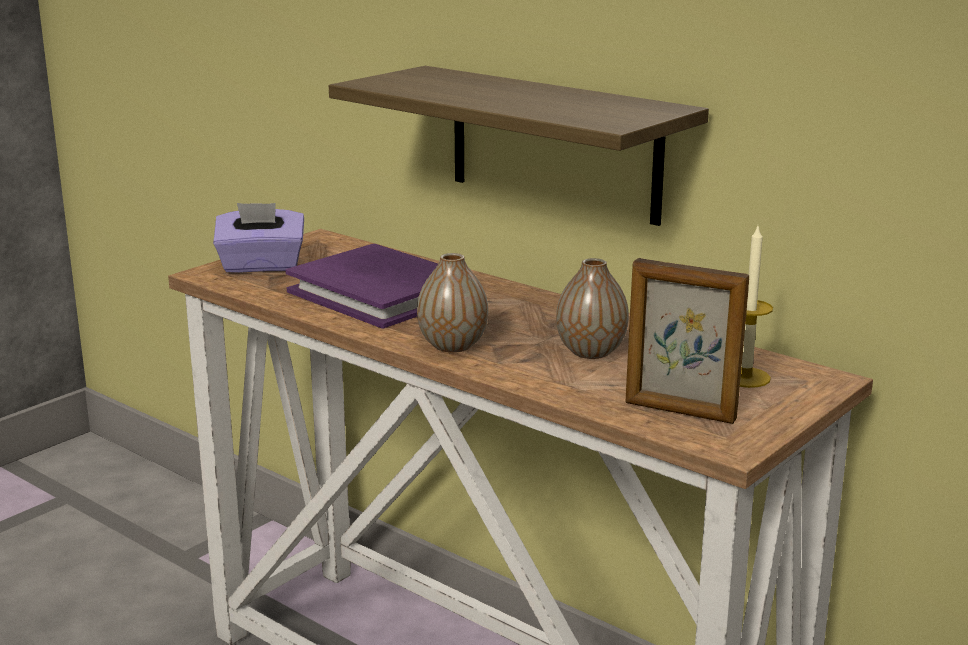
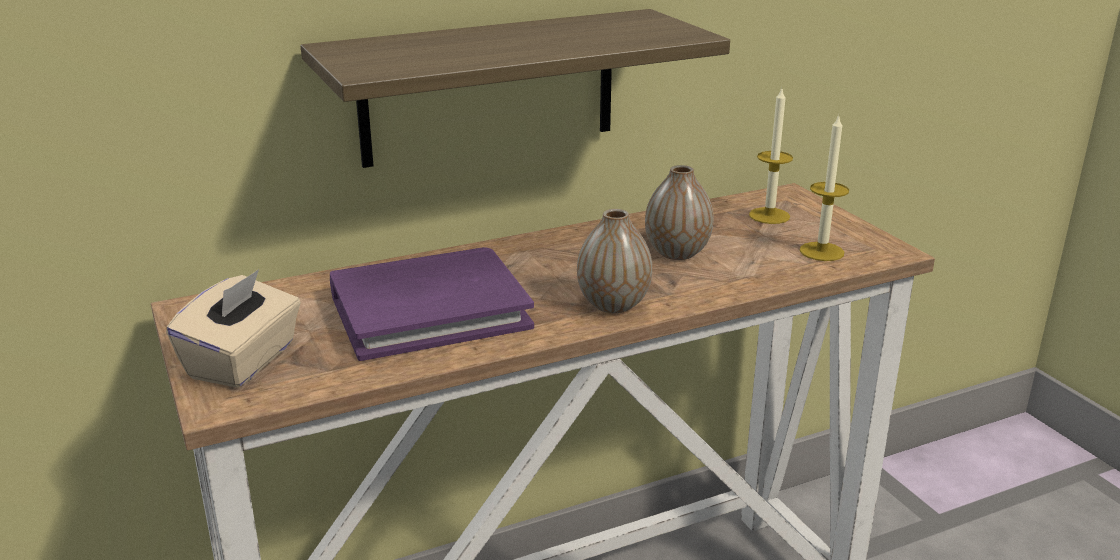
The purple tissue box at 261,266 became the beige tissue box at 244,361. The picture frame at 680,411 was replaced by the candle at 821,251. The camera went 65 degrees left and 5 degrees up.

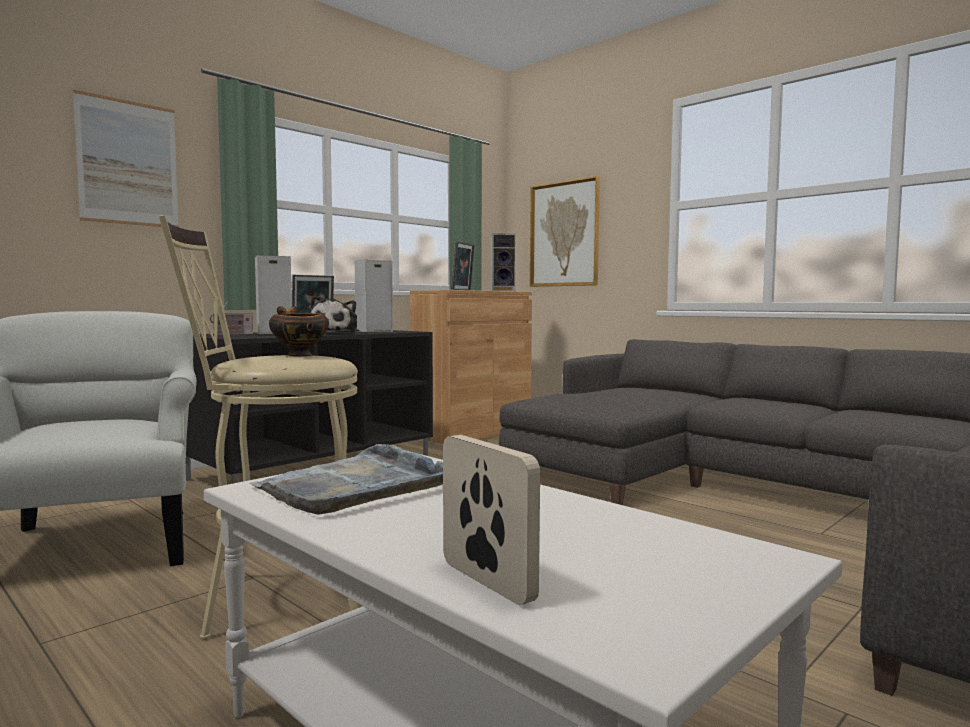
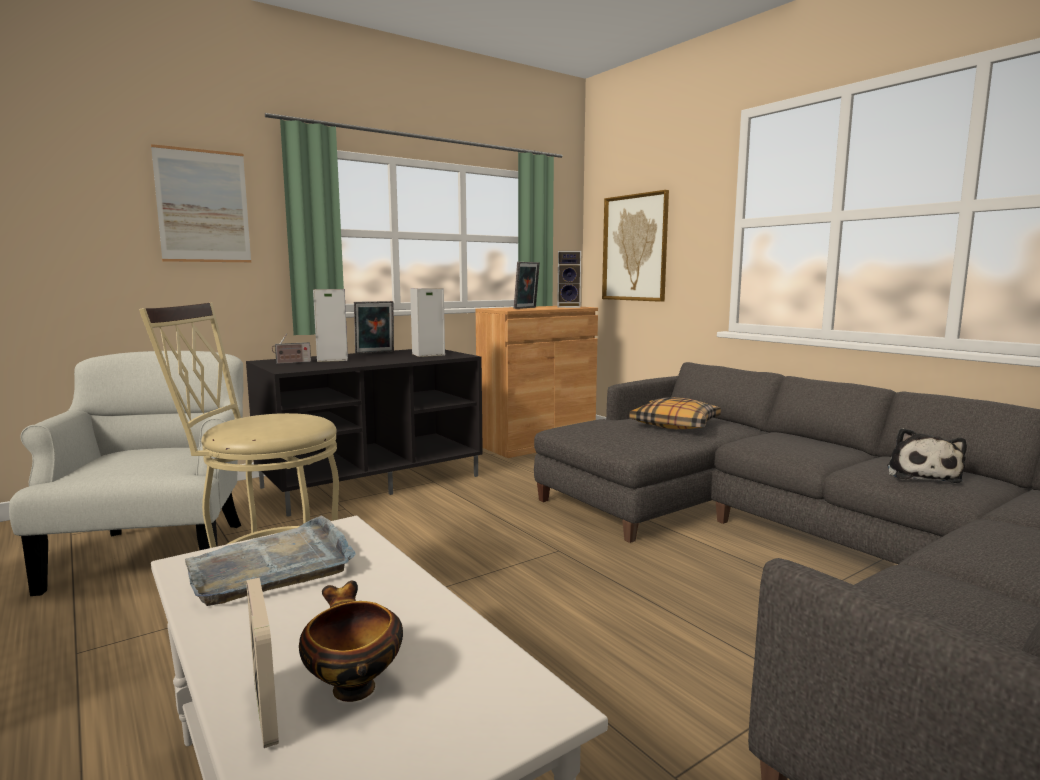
The bowl moved from 298,355 to 352,686. The pillow at 674,425 appeared. The plush toy moved from 336,333 to 922,475. The camera went 10 degrees right and 5 degrees up.

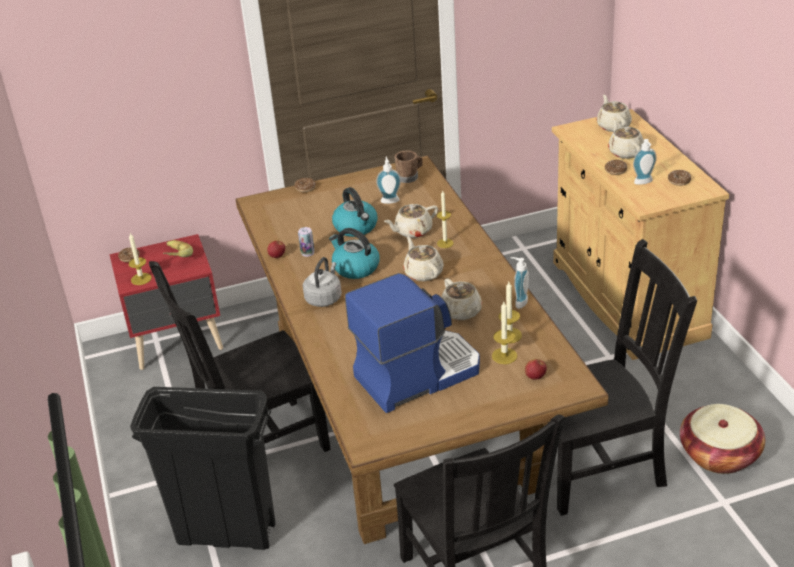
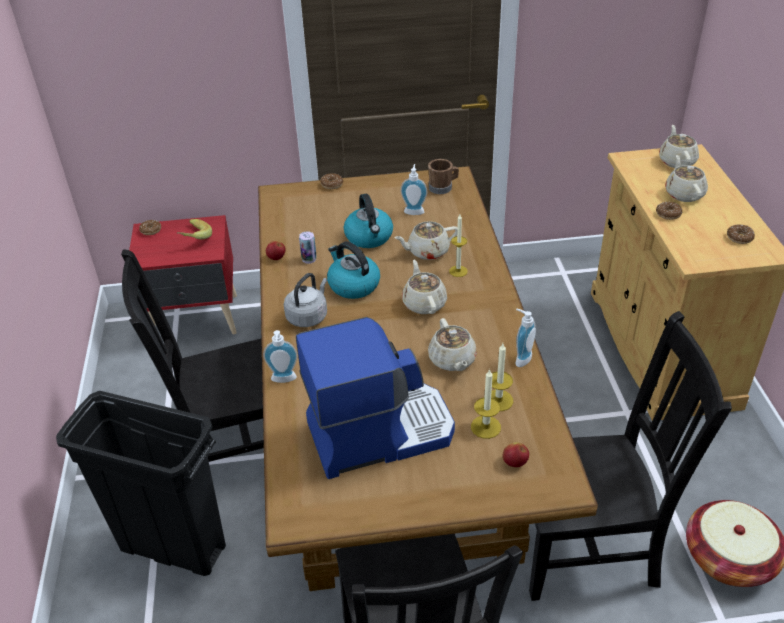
The soap dispenser moved from 644,182 to 283,380. The candle at 141,279 disappeared. The camera went 10 degrees right and 5 degrees up.

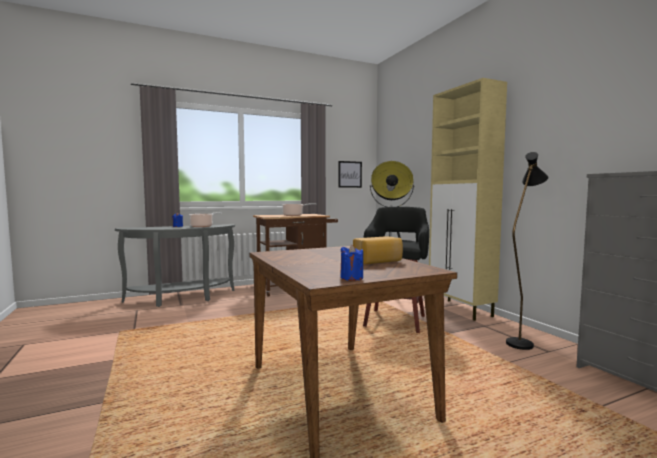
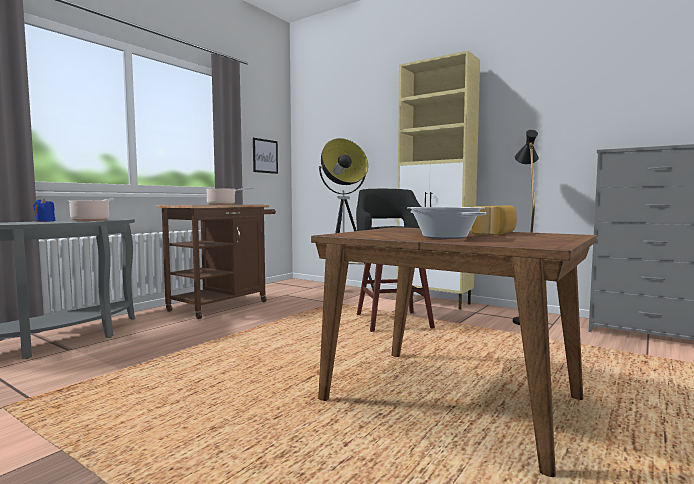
The cooking pot at 444,237 appeared. The blue candle at 351,278 disappeared. The camera went 30 degrees left and 0 degrees up.

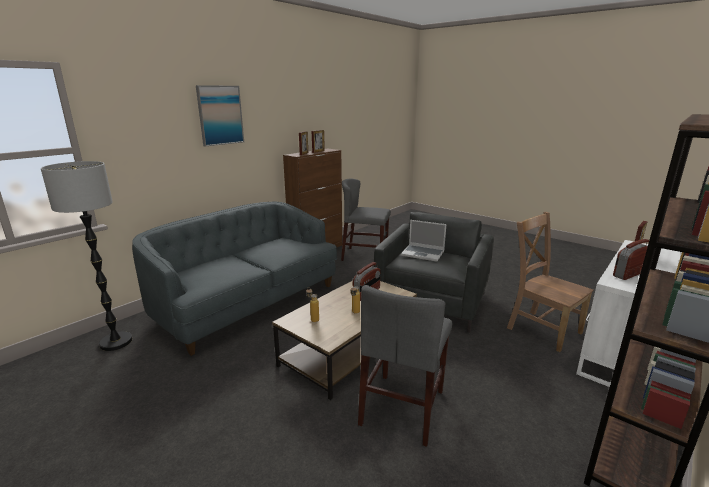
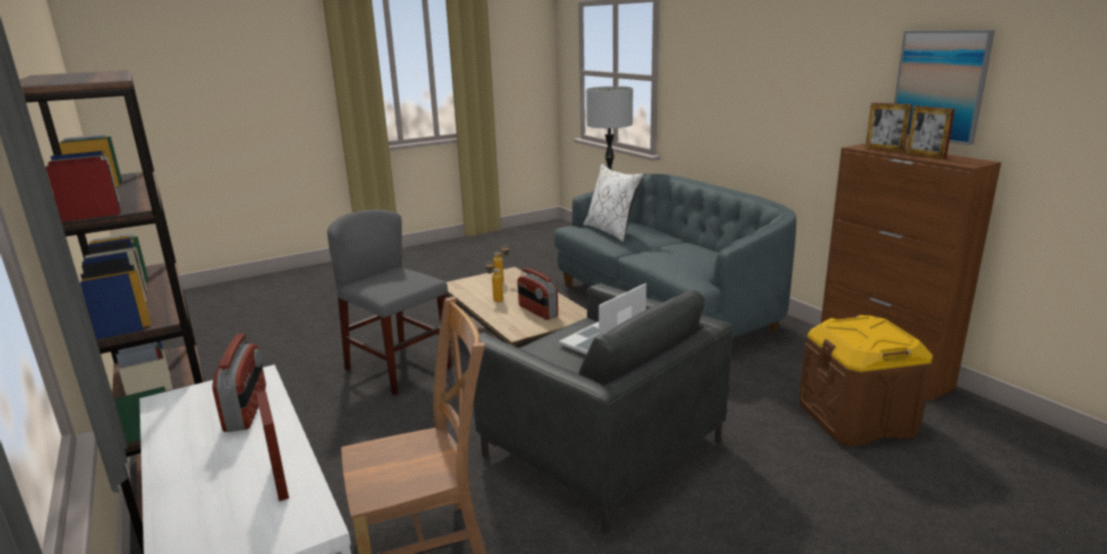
The white pillow at 612,231 appeared. The grey chair at 365,256 was replaced by the brown storage box at 857,418. The picture moved from 220,115 to 940,86. The camera went 110 degrees right and 0 degrees up.

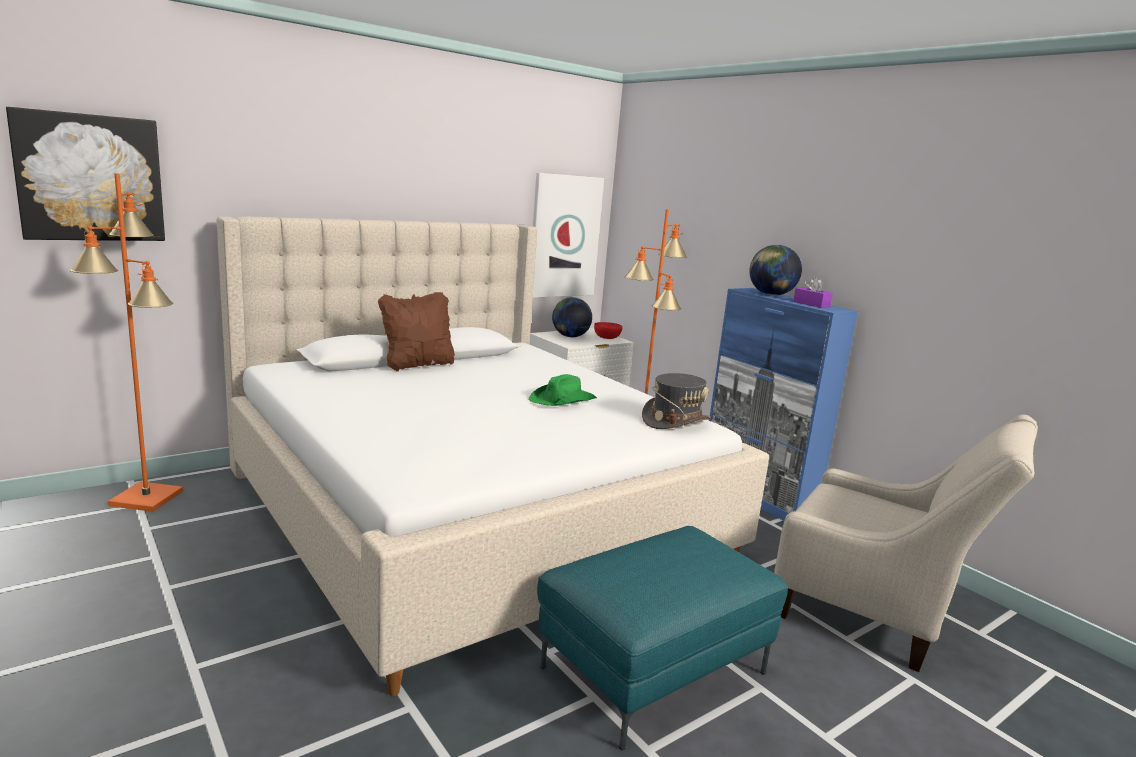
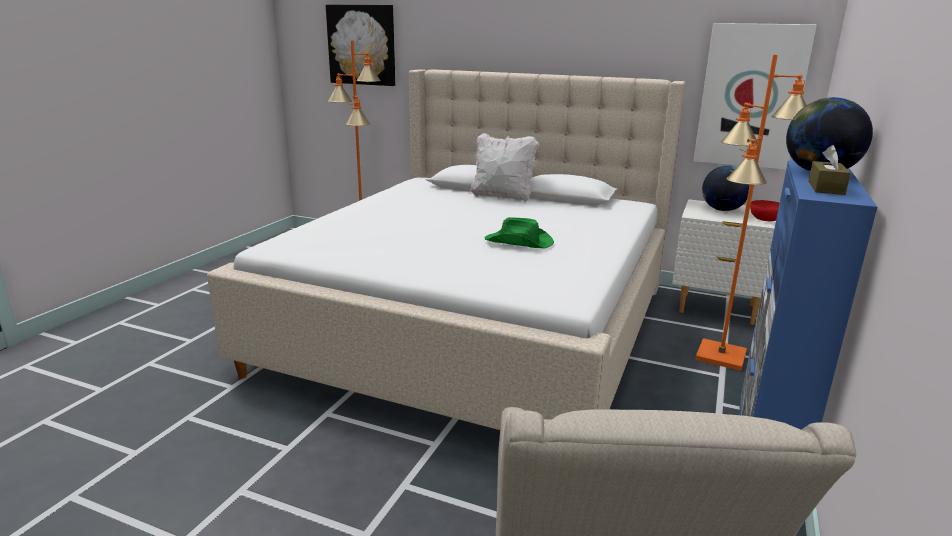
The brown pillow at 417,365 became the white pillow at 502,197. The purple tissue box at 811,304 became the brown tissue box at 826,188. The turquoise ottoman at 653,668 disappeared. The grey hat at 675,421 disappeared. The camera went 60 degrees right and 5 degrees up.

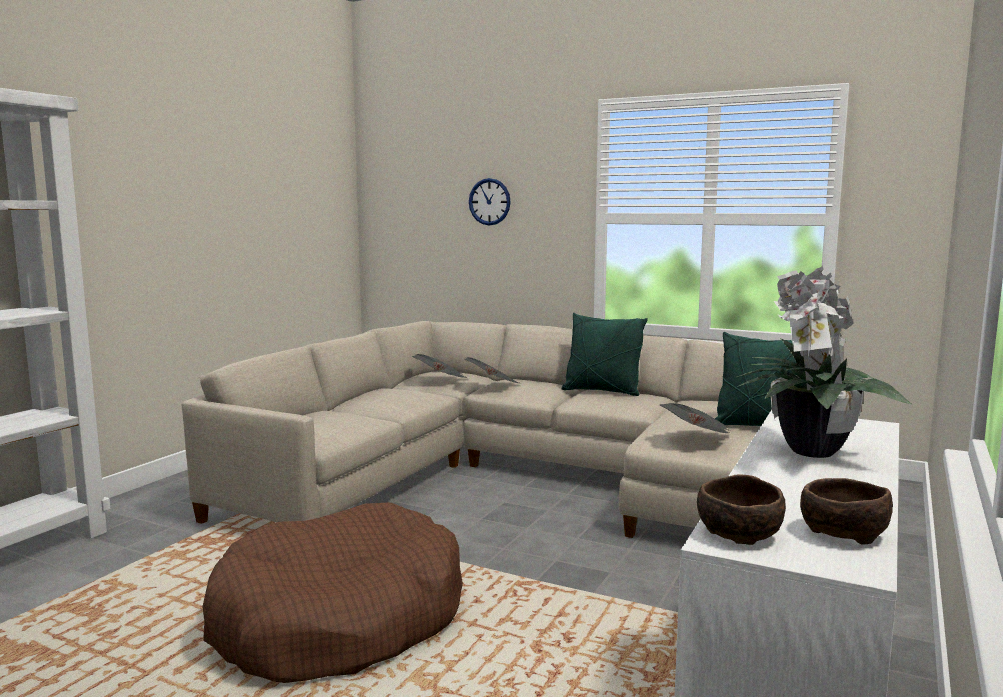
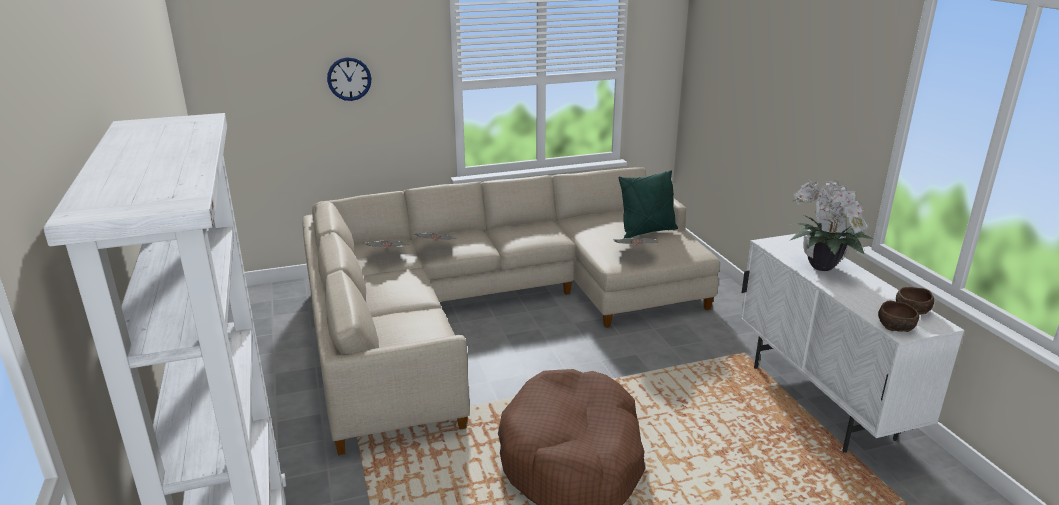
The green pillow at 602,391 disappeared. The camera went 45 degrees left and 15 degrees up.

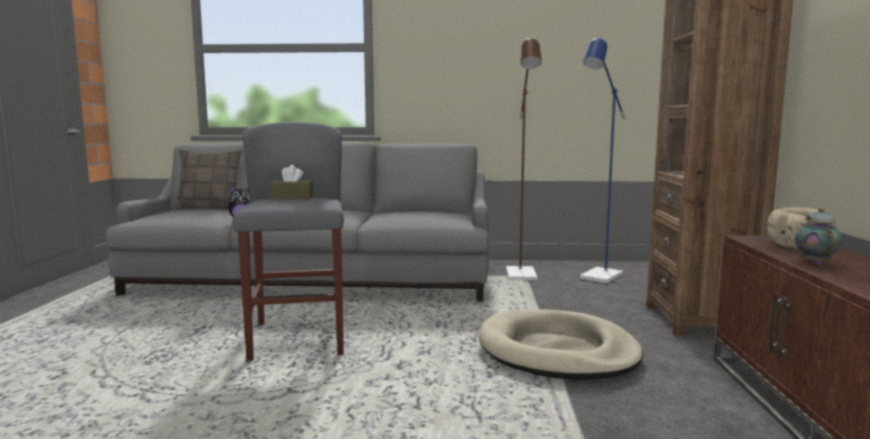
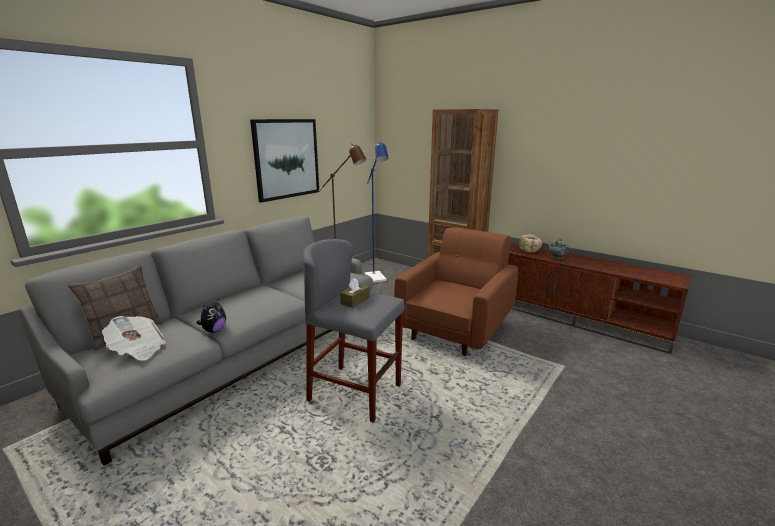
The newspaper at 137,349 appeared. The picture at 286,159 appeared. The beige dog bed at 557,351 was replaced by the brown armchair at 456,328. The camera went 55 degrees left and 10 degrees up.

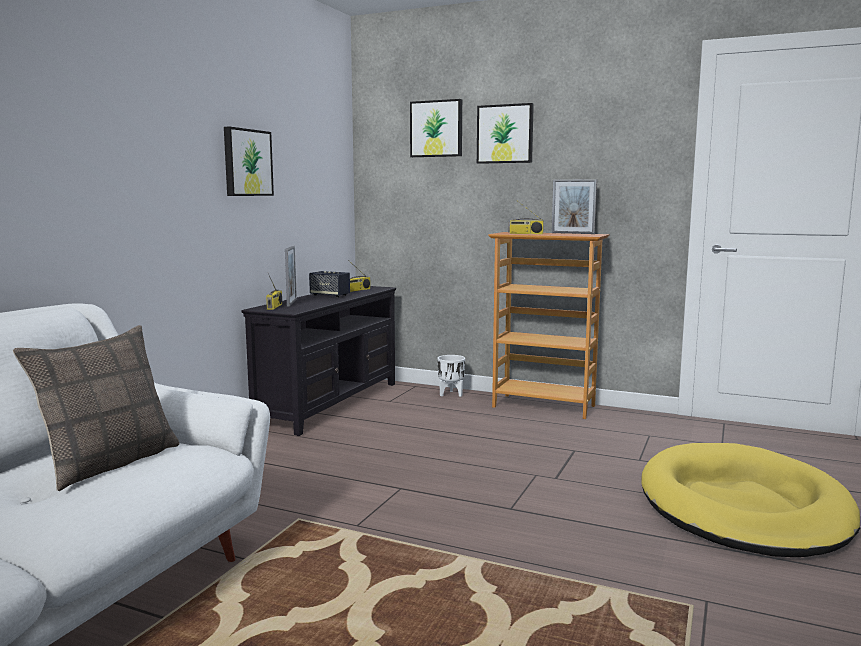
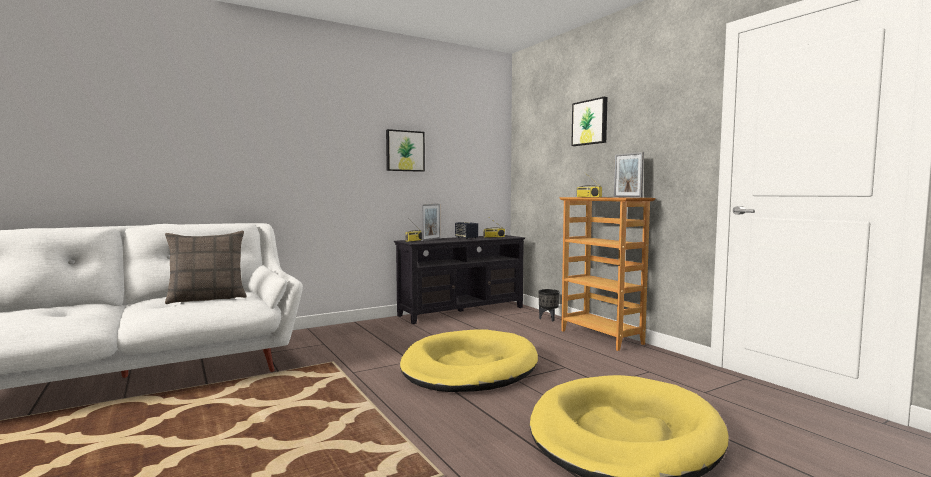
The yellow dog bed at 469,367 appeared. The white planter at 451,394 became the black planter at 548,319. The picture at 436,129 disappeared. The camera went 35 degrees right and 5 degrees down.

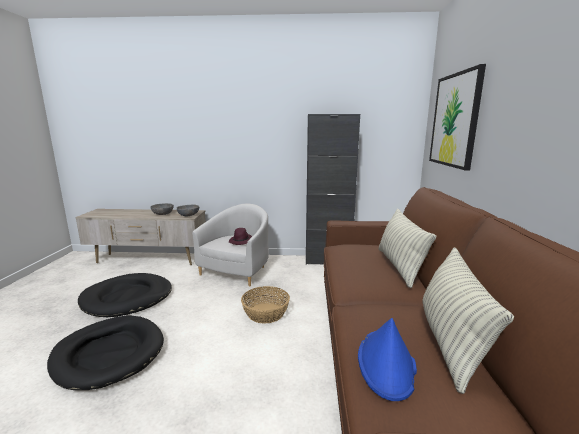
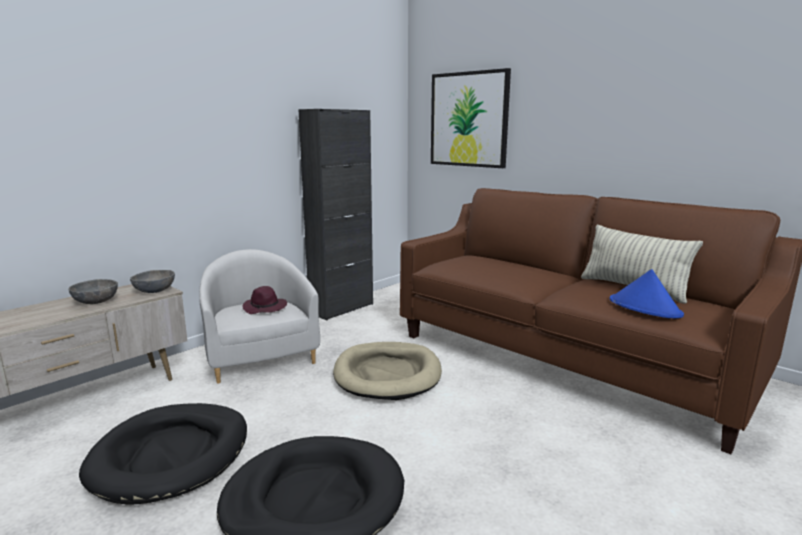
The basket at 266,313 was replaced by the beige dog bed at 387,374. The pillow at 399,266 disappeared. The camera went 50 degrees left and 0 degrees up.

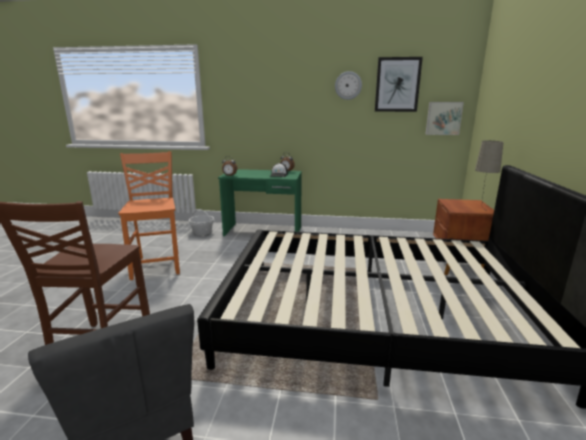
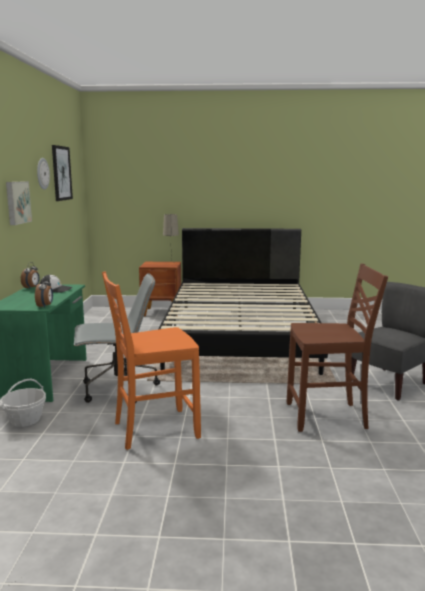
The picture moved from 443,118 to 17,202. The grey office chair at 117,389 appeared. The camera went 95 degrees left and 5 degrees down.

